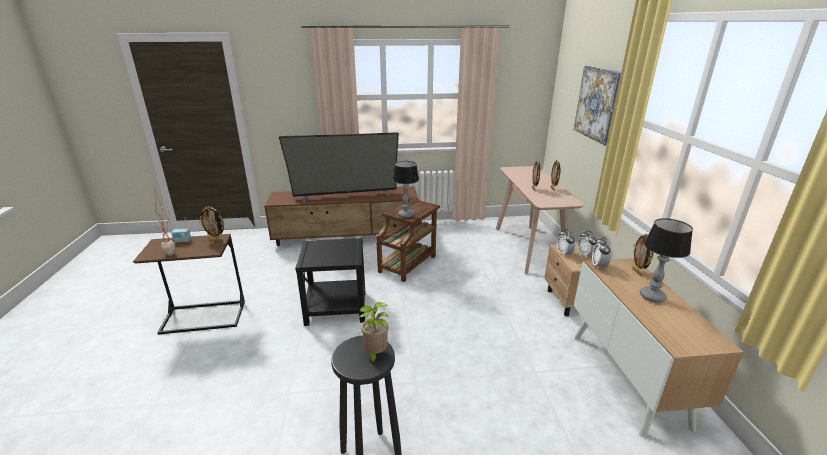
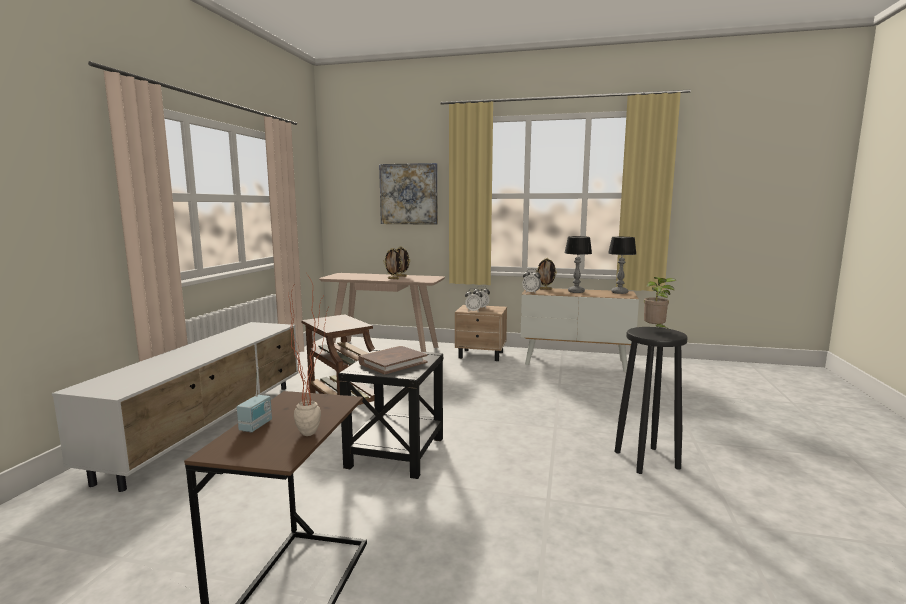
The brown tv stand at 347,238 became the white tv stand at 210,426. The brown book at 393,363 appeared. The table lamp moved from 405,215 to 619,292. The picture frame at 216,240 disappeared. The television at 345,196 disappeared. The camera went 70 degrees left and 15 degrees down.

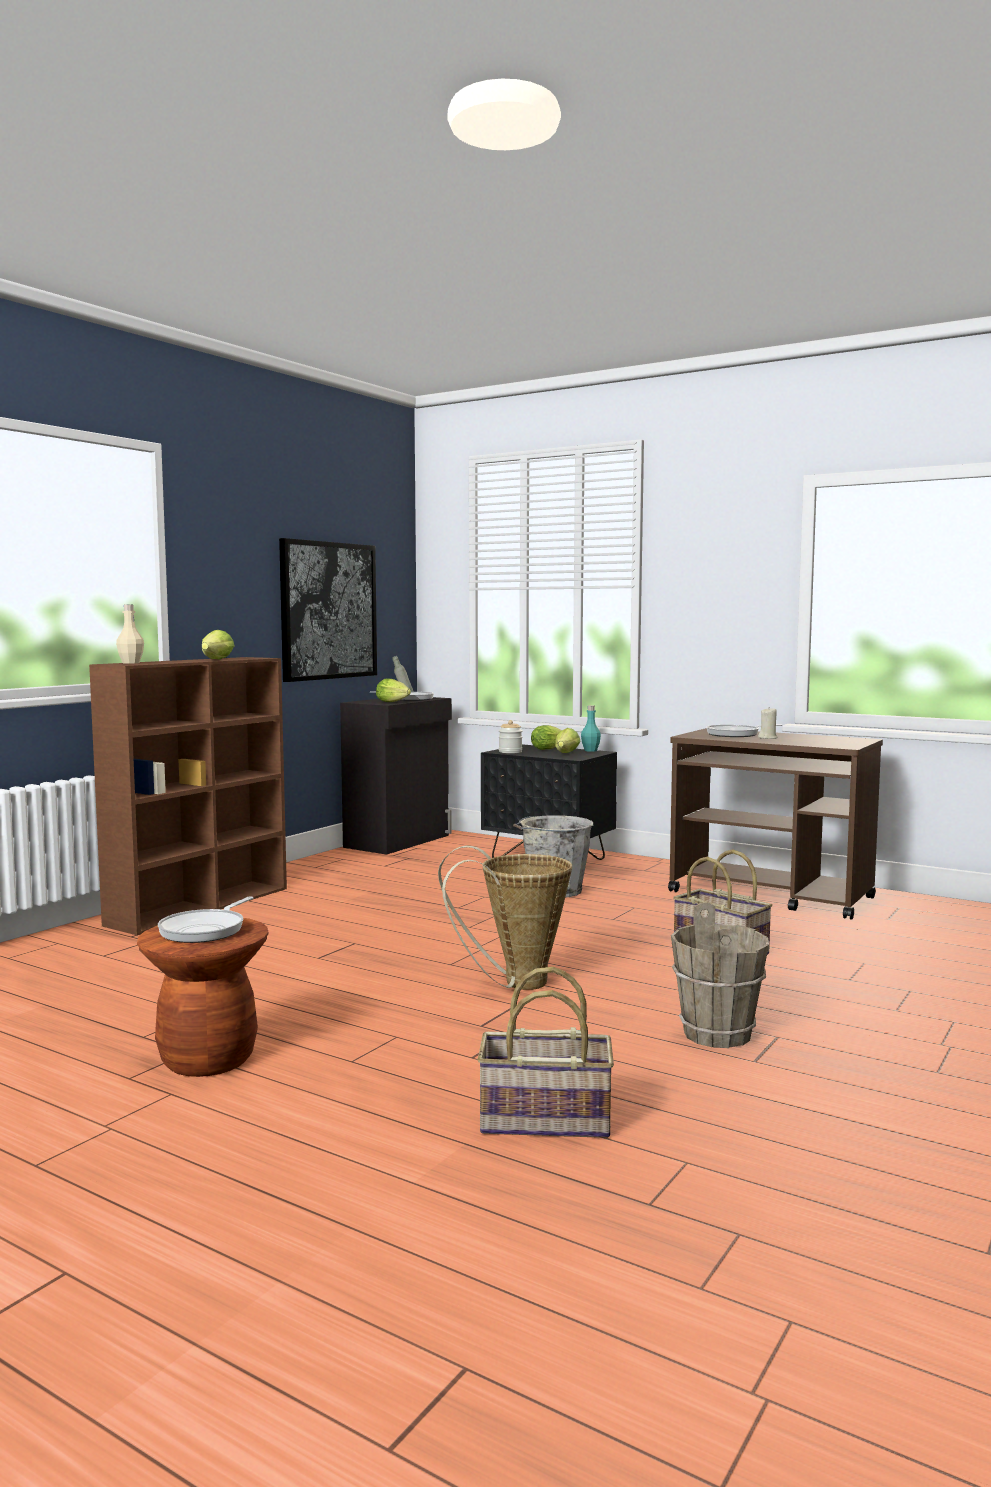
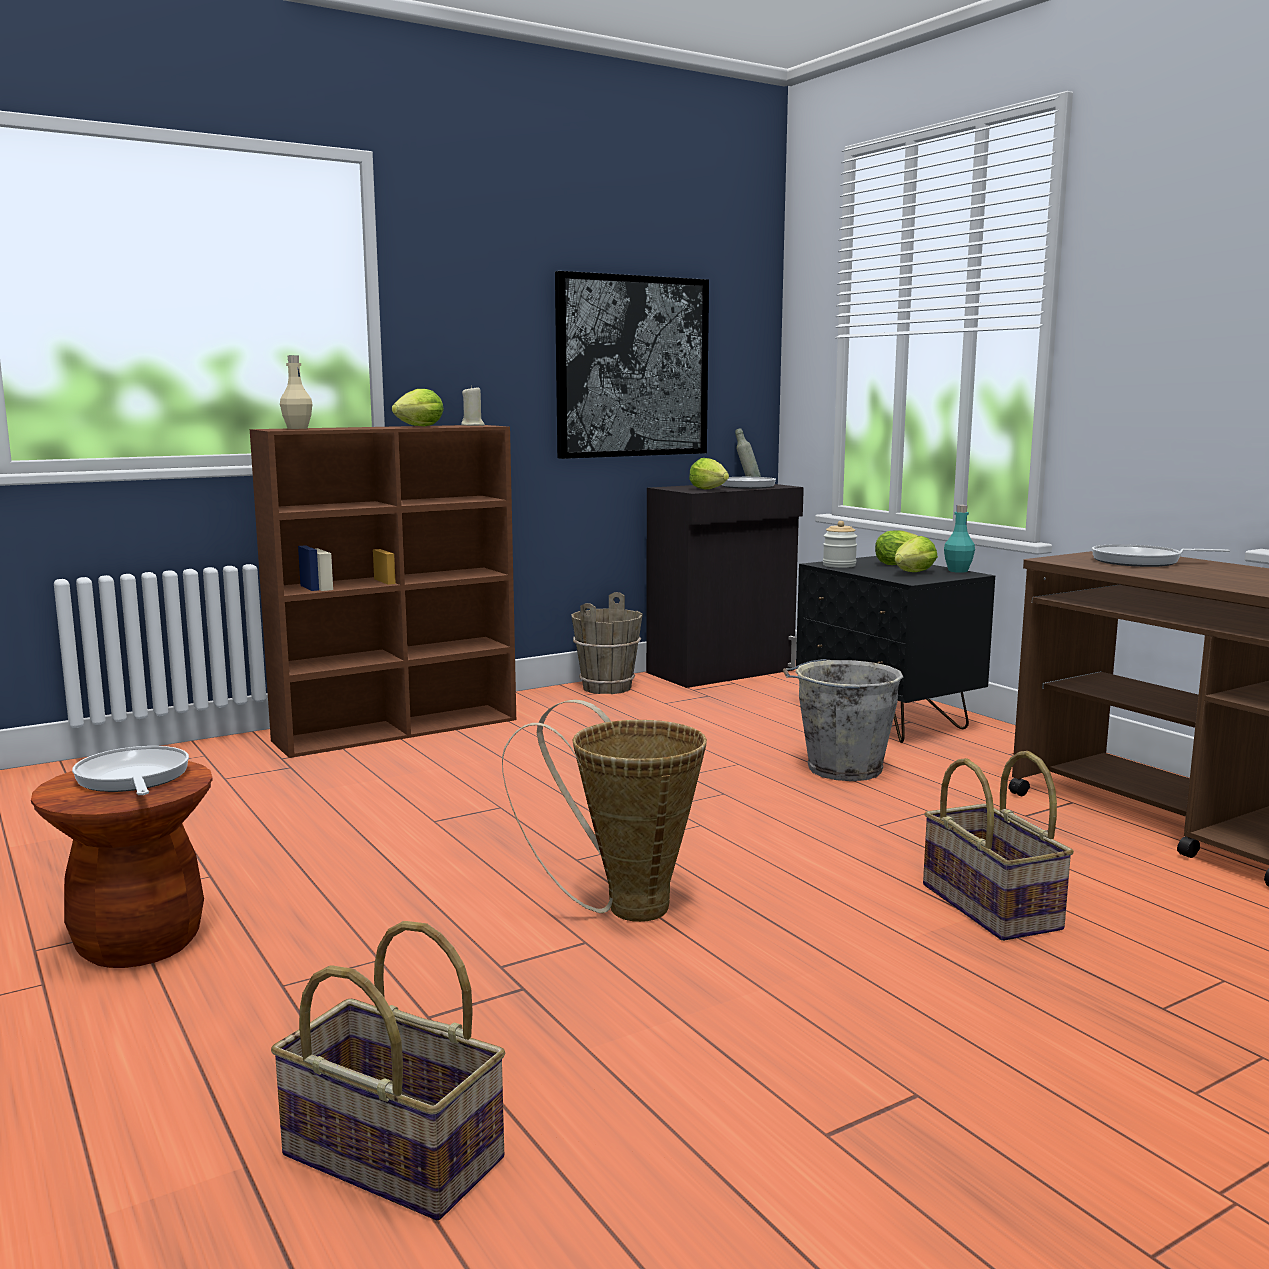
The frying pan at 205,930 turned 105 degrees clockwise. The beige candle moved from 768,738 to 473,425. The brown bucket moved from 718,1034 to 607,688. The camera went 25 degrees right and 5 degrees up.

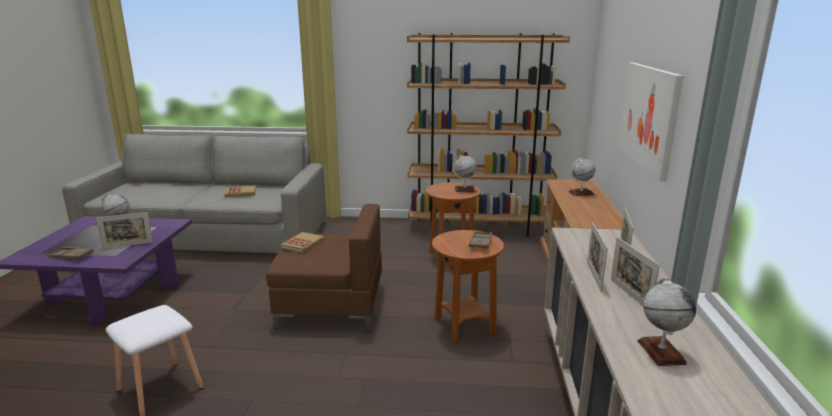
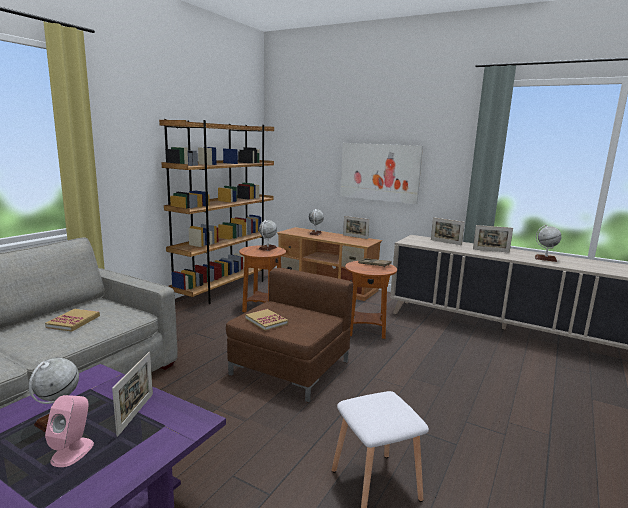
The pink speaker at 73,451 appeared. The picture frame moved from 594,276 to 355,237. The brown tray at 71,256 disappeared. The camera went 65 degrees left and 5 degrees down.

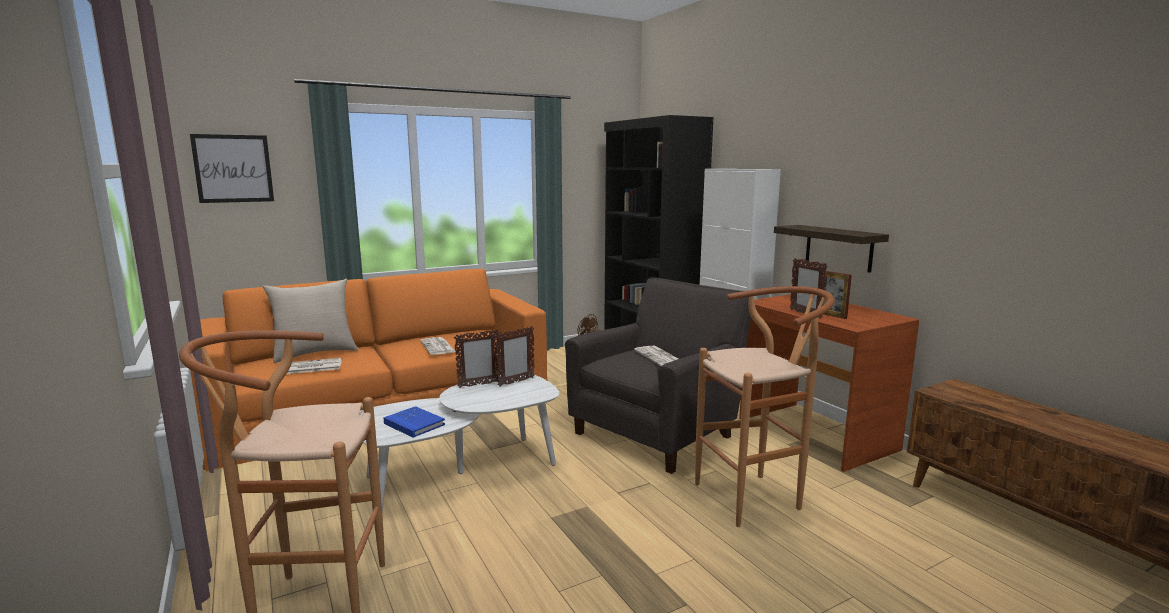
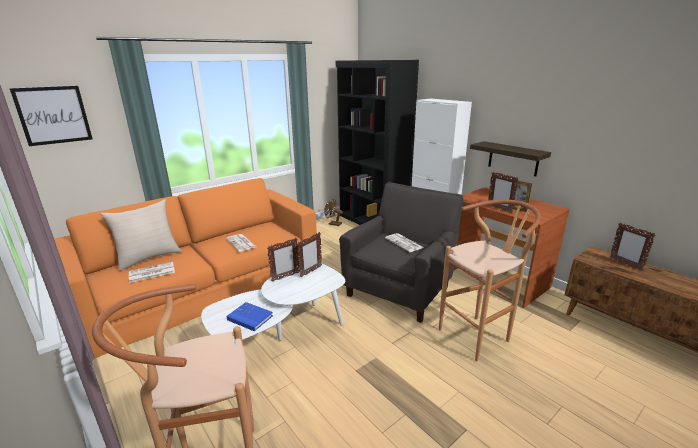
The picture frame at 625,264 appeared. The camera went 10 degrees left and 10 degrees up.

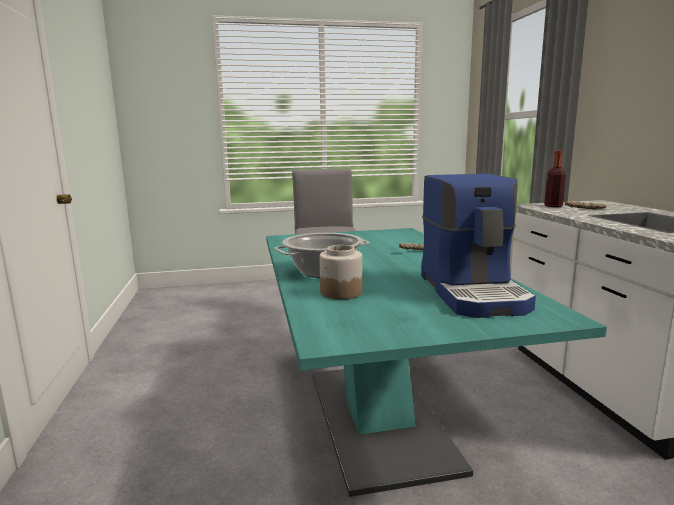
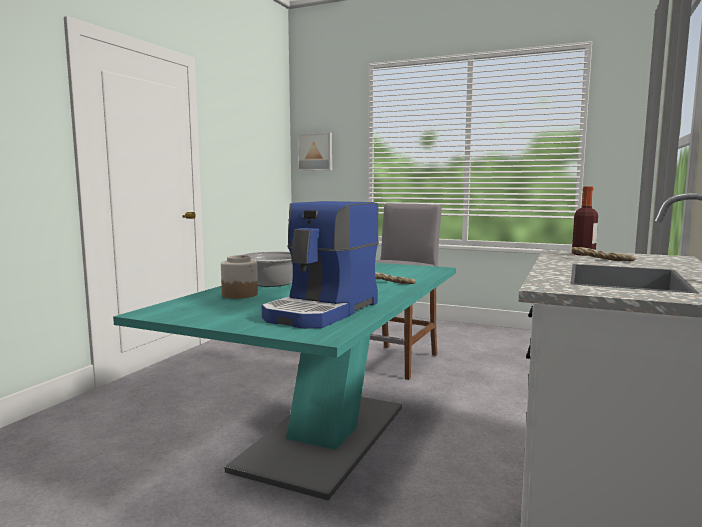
The picture at 315,152 appeared. The camera went 35 degrees right and 5 degrees down.

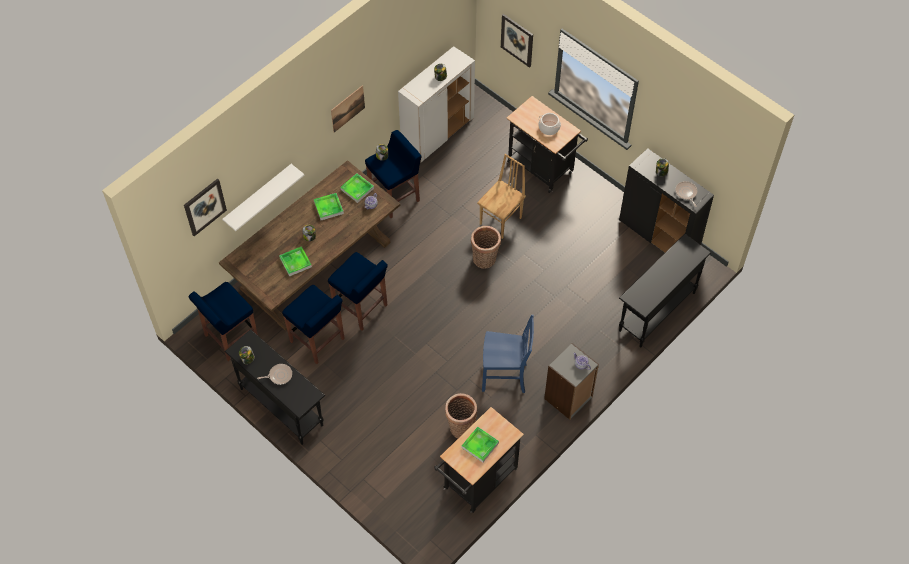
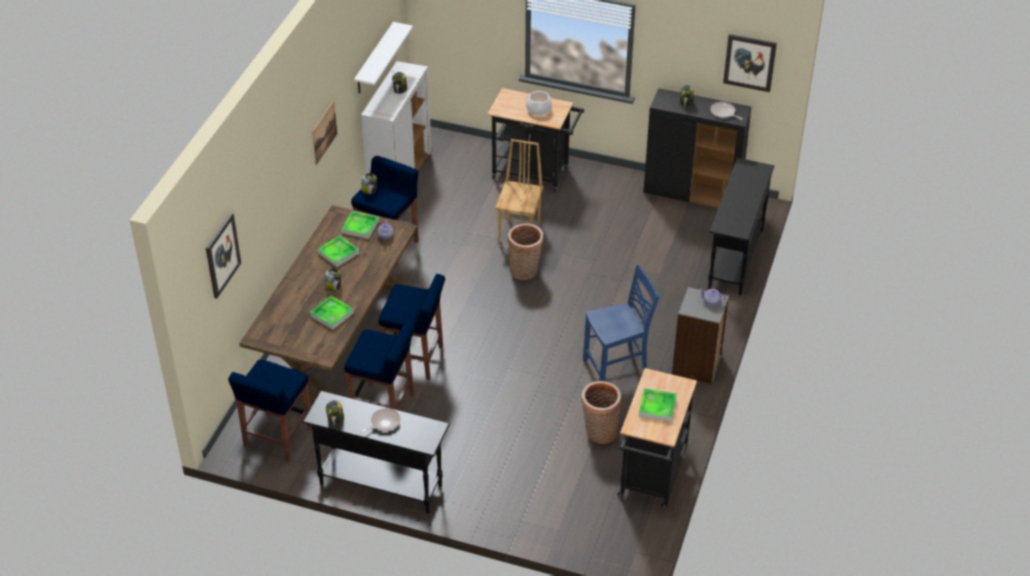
The white shelf moved from 258,196 to 374,59. The picture moved from 517,40 to 749,62. The camera went 25 degrees left and 15 degrees down.

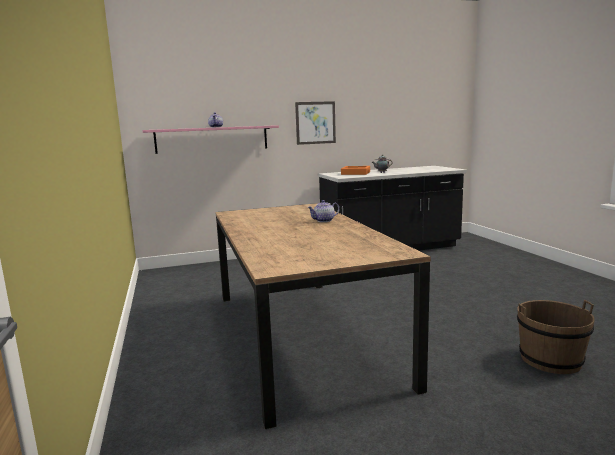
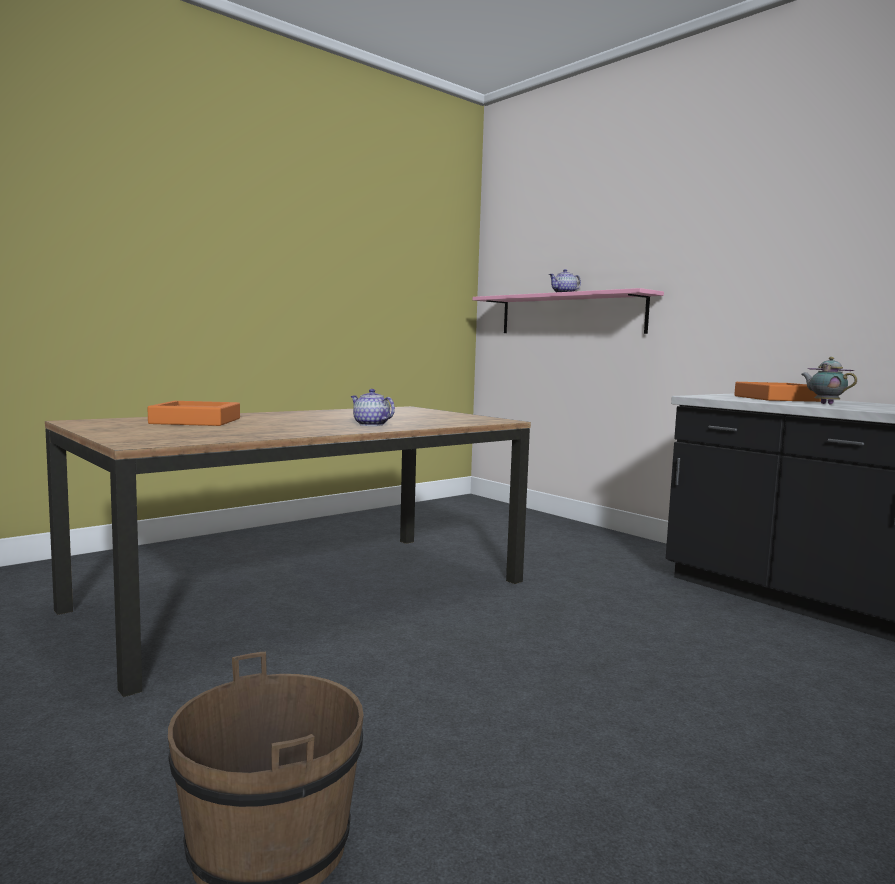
The orange tray at 196,421 appeared. The picture at 315,123 disappeared. The camera went 65 degrees right and 5 degrees down.

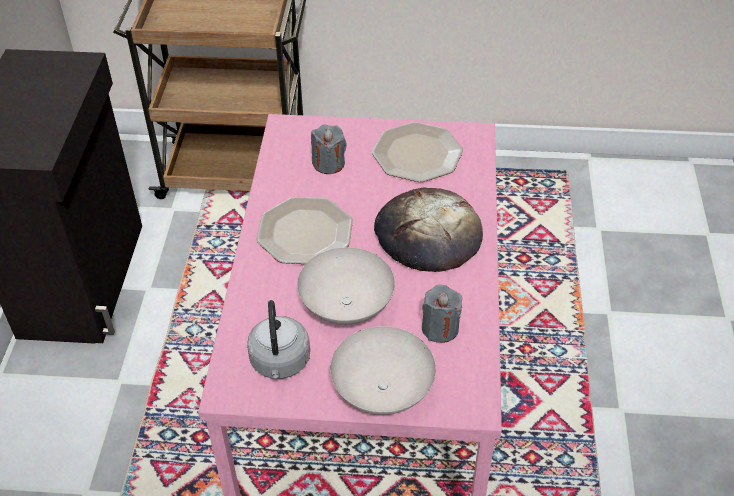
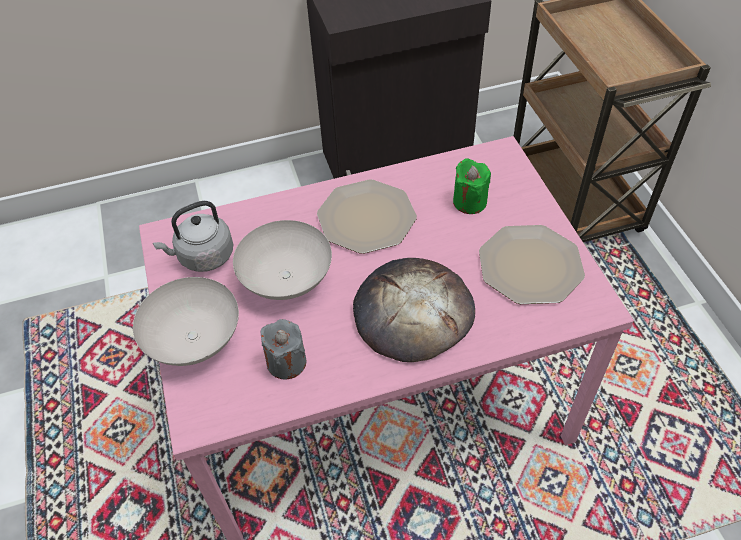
The grey candle at 328,164 became the green candle at 469,202. The camera went 70 degrees right and 5 degrees up.

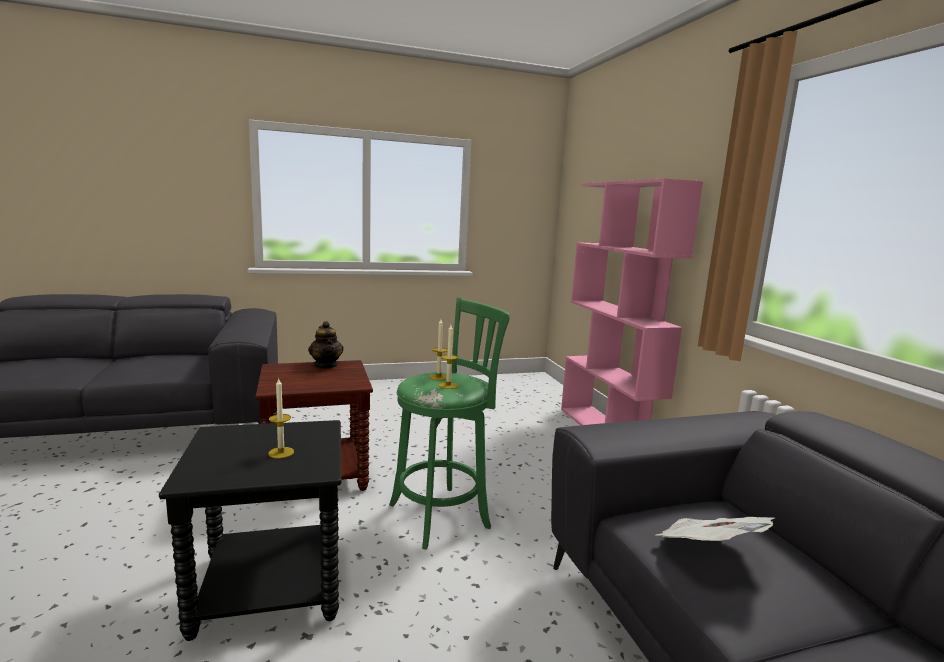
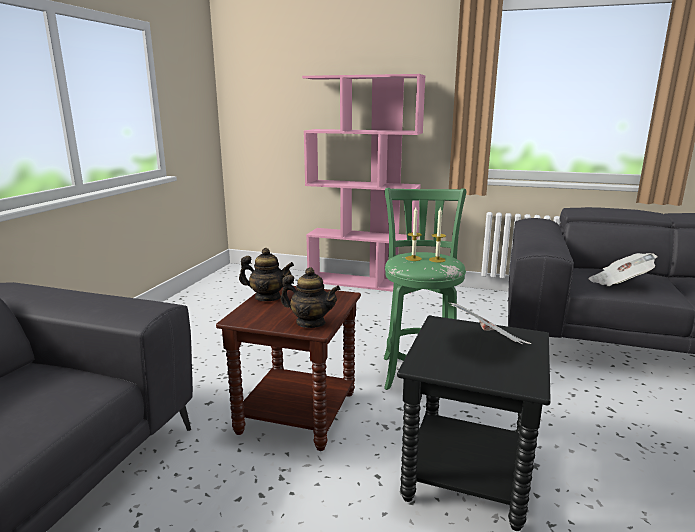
The teapot at 310,323 appeared. The candle at 281,452 was replaced by the newspaper at 488,344. The camera went 55 degrees left and 5 degrees up.

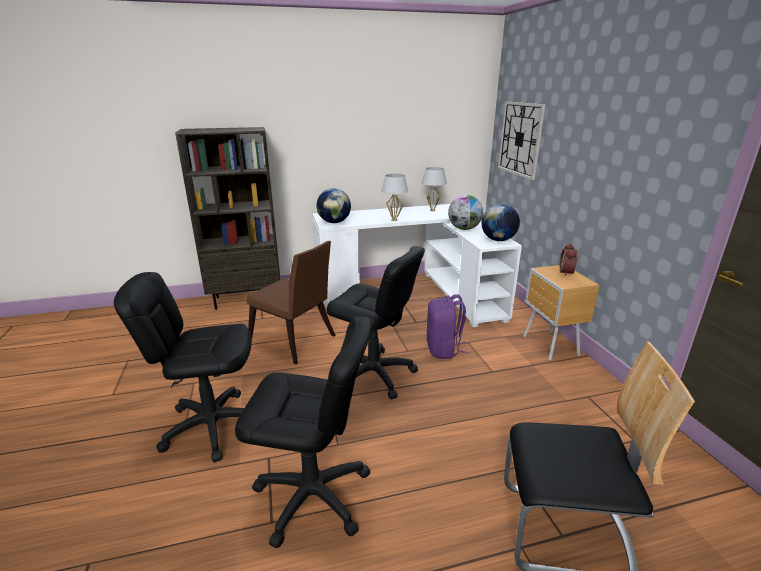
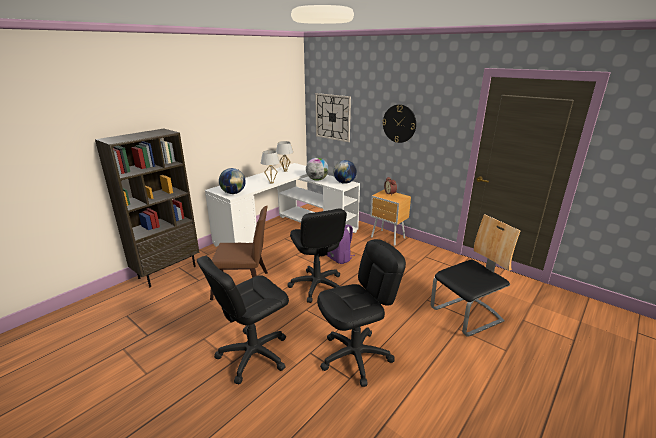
The black office chair at 374,374 turned 75 degrees clockwise. The wall clock at 399,123 appeared. The camera went 35 degrees left and 0 degrees up.

